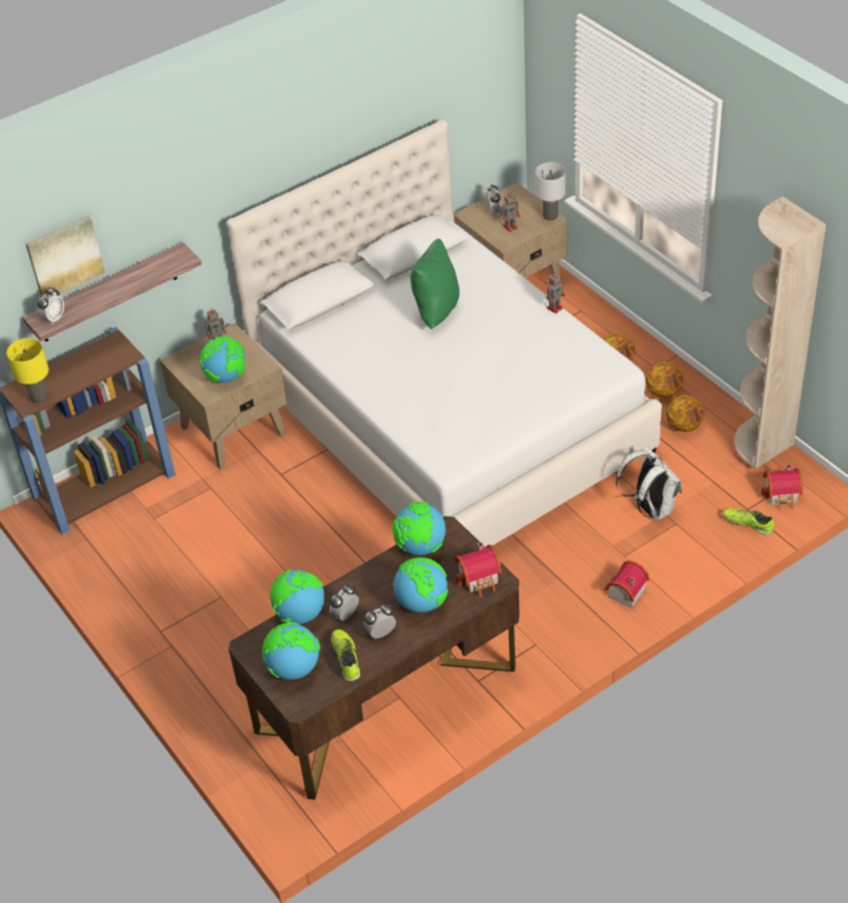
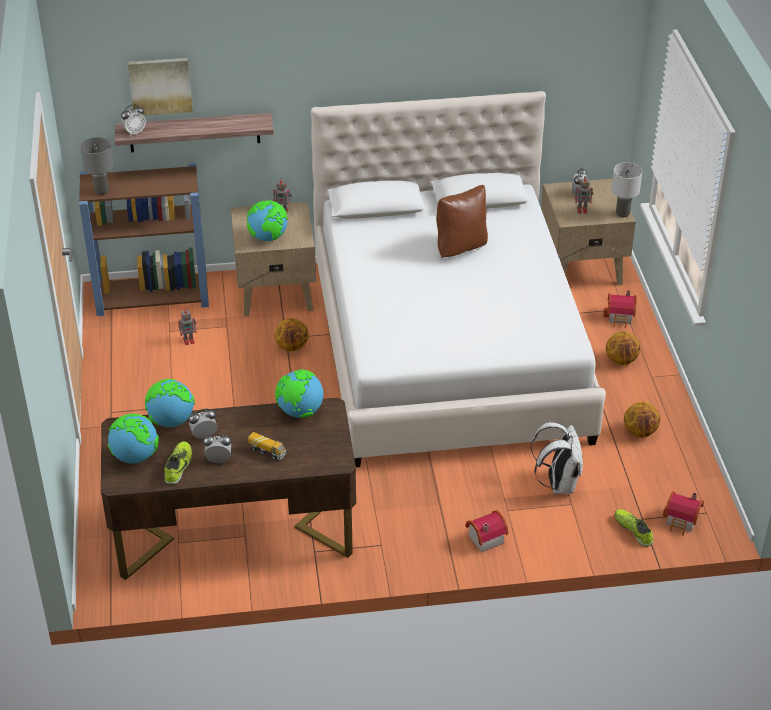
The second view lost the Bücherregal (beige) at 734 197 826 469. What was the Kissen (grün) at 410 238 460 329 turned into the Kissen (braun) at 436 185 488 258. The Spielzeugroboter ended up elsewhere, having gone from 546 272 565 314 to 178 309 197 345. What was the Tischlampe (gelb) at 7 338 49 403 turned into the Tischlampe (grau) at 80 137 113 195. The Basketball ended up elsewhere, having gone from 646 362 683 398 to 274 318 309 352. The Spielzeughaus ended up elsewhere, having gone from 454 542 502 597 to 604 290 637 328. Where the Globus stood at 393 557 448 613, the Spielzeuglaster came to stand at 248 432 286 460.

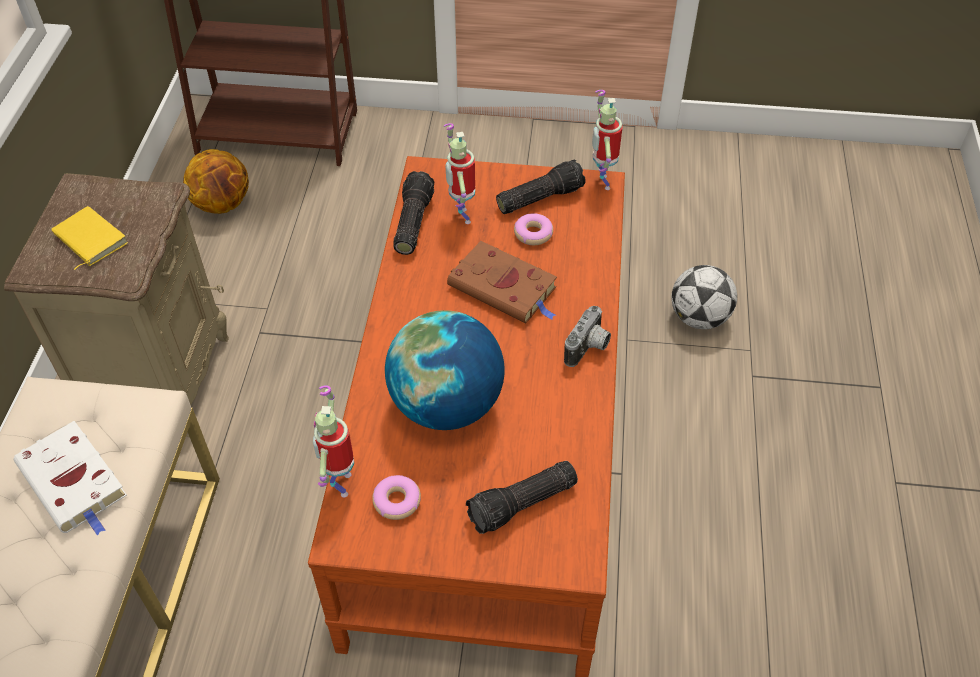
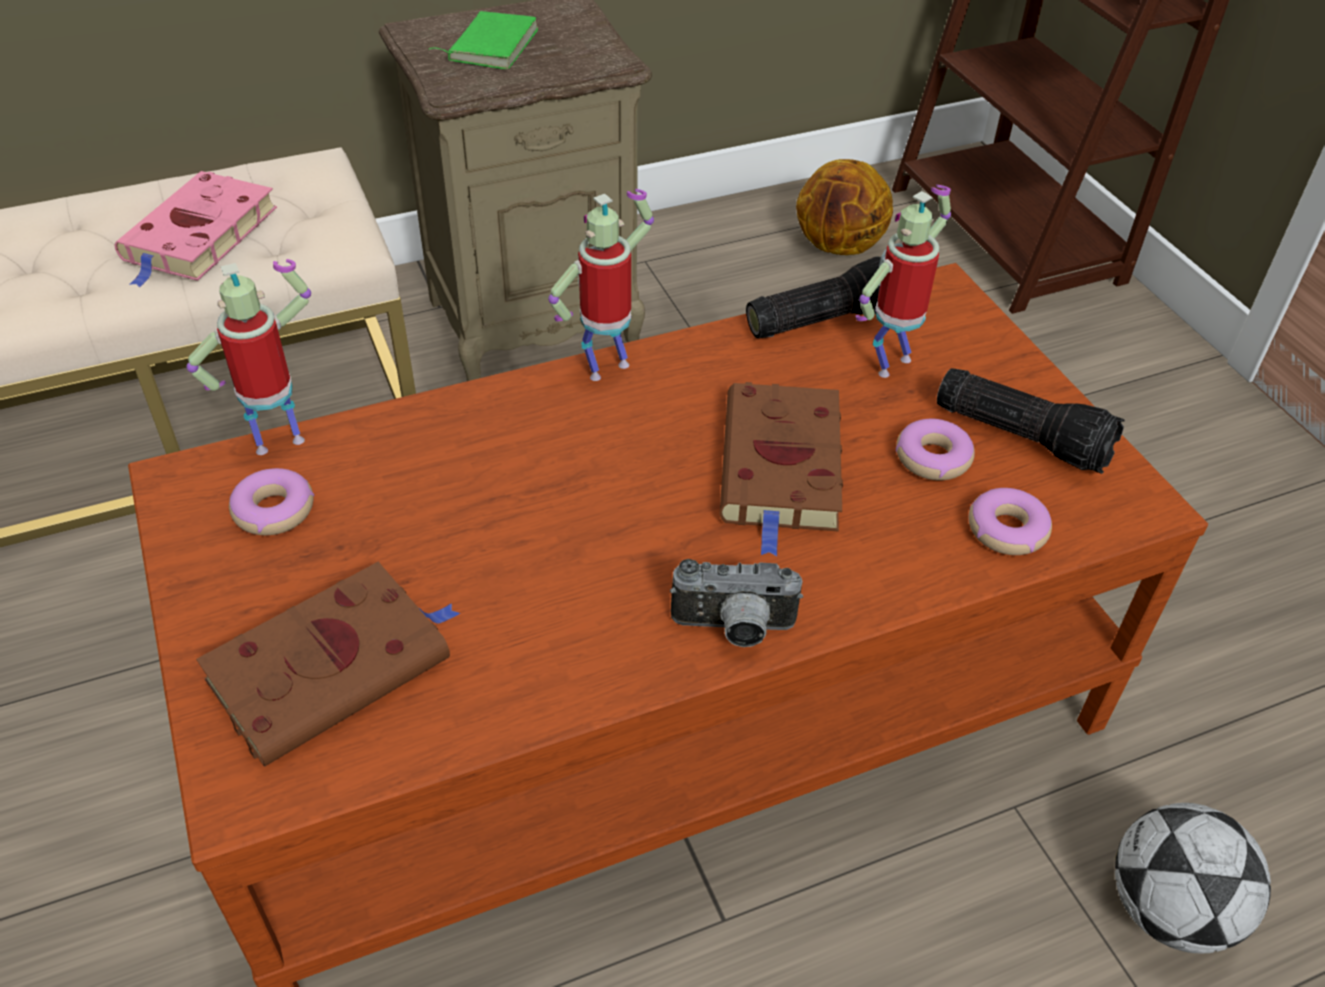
The Spielzeugroboter ended up elsewhere, having gone from 592 90 623 190 to 548 189 654 381. What was the Buch (gelb) at 51 206 128 270 turned into the Buch (grün) at 428 11 539 70. The second view lost the Globus at 385 310 505 430. What was the Buch (weiß) at 14 421 127 536 turned into the Buch (rosa) at 115 171 277 288. Where the Taschenlampe stood at 466 461 578 534, the Buch (braun) came to stand at 196 562 460 767. The second view gained the Donut at 969 488 1052 555.

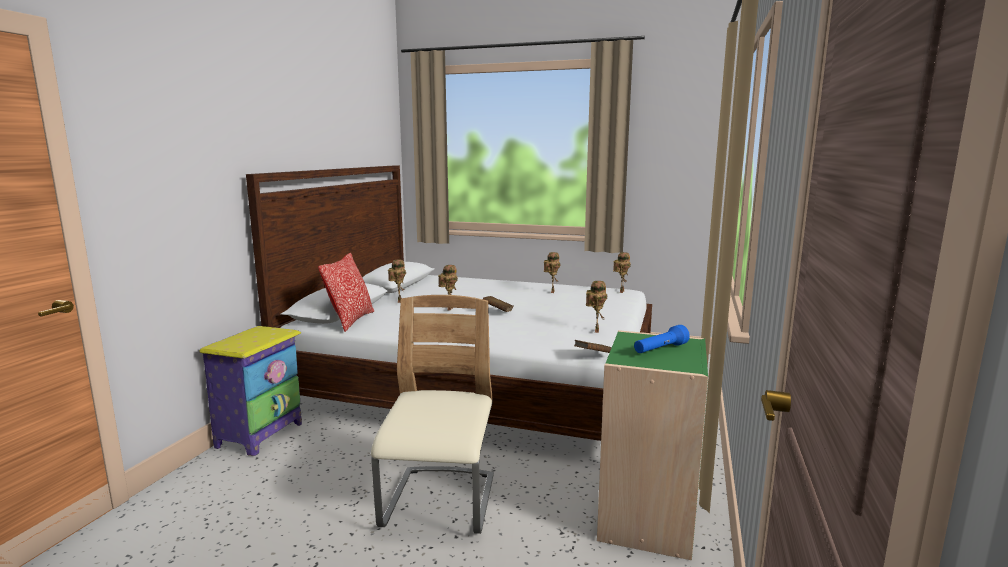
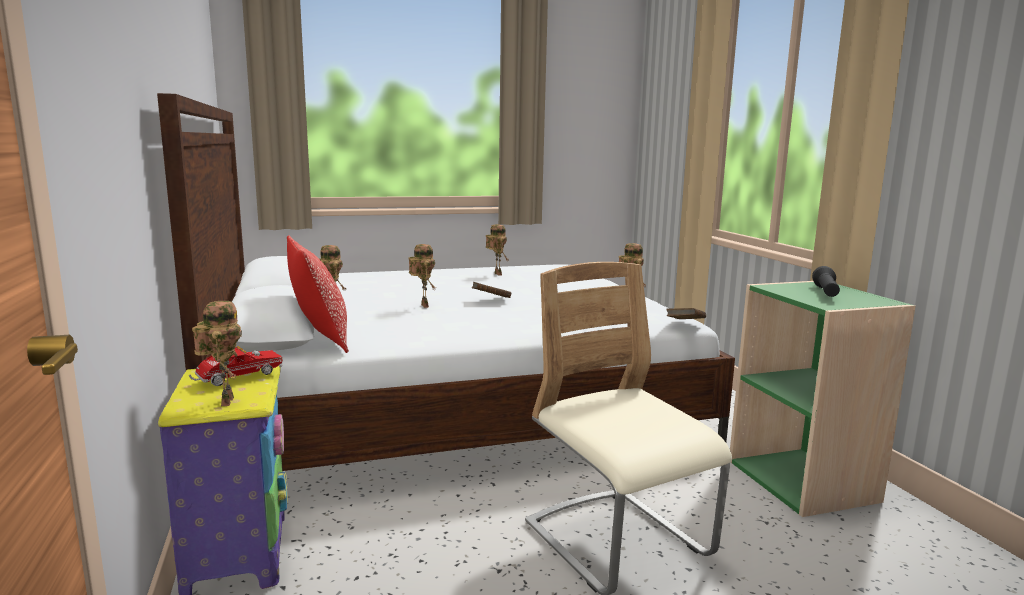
The Spielzeugroboter ended up elsewhere, having gone from 613 252 631 293 to 192 301 242 406. What was the Taschenlampe (blau) at 634 325 690 353 turned into the Taschenlampe (schwarz) at 812 266 840 297. The second view gained the Spielzeuglaster at 189 346 283 386.

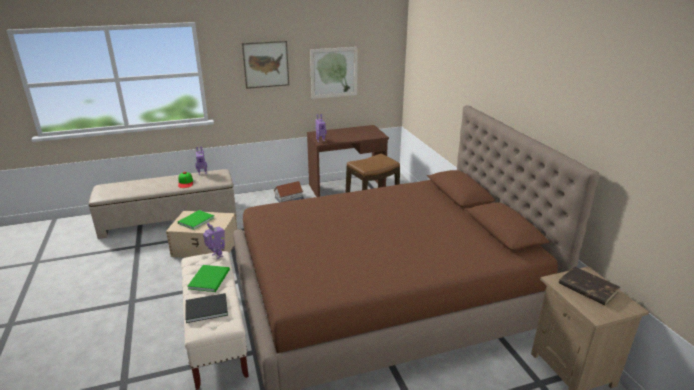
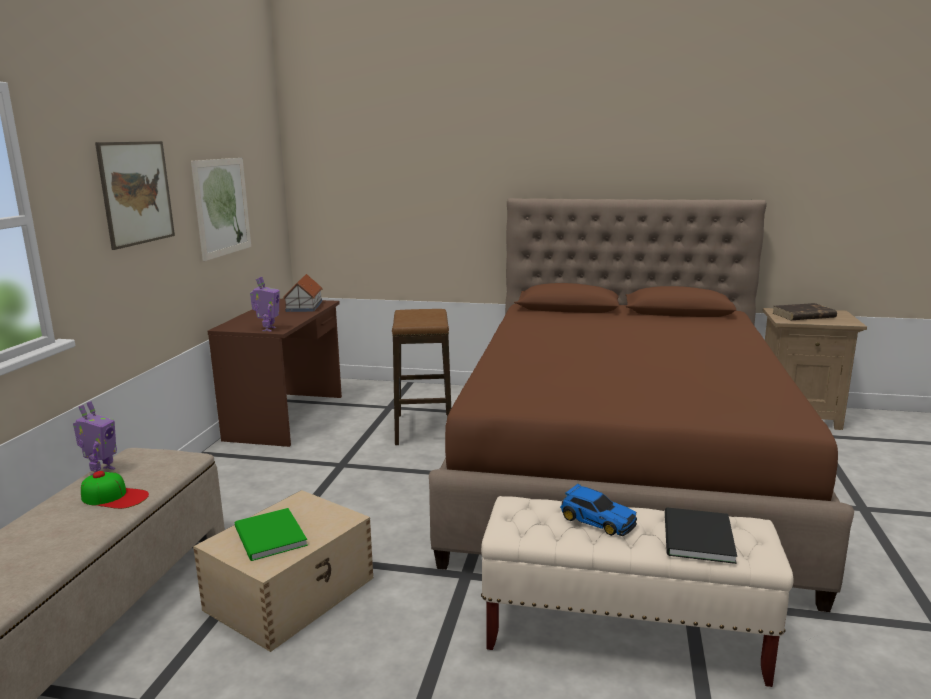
The Spielzeughaus ended up elsewhere, having gone from 274 181 303 202 to 283 274 323 312. The second view lost the Spielzeugroboter at 203 223 225 259. Where the Buch (grün) stood at 187 265 230 292, the Spielzeugauto came to stand at 560 483 637 536.

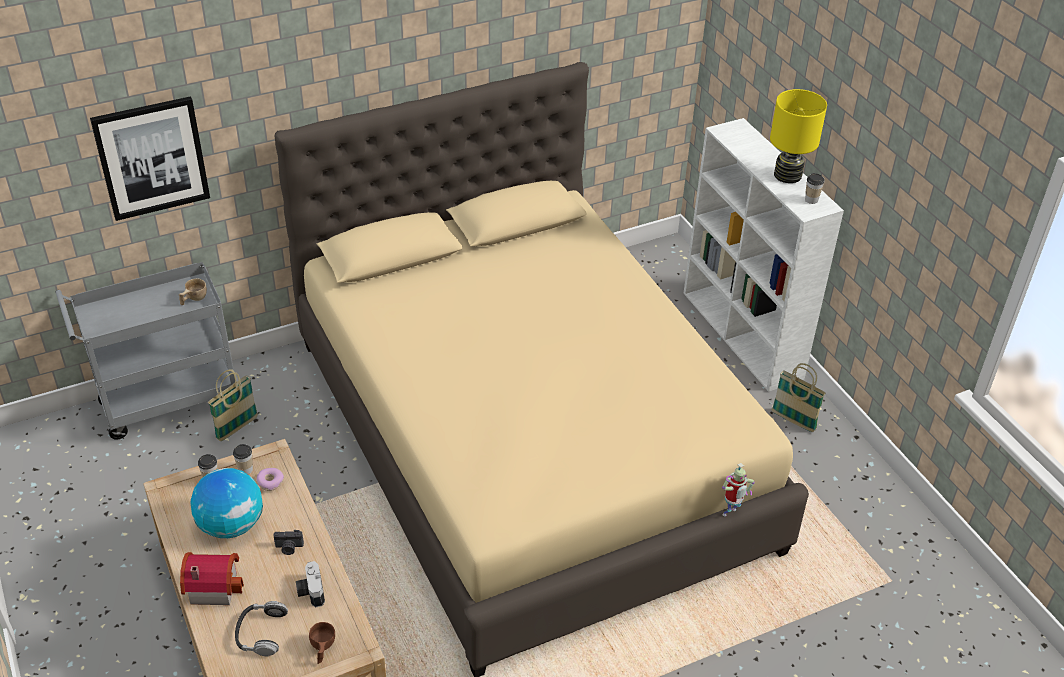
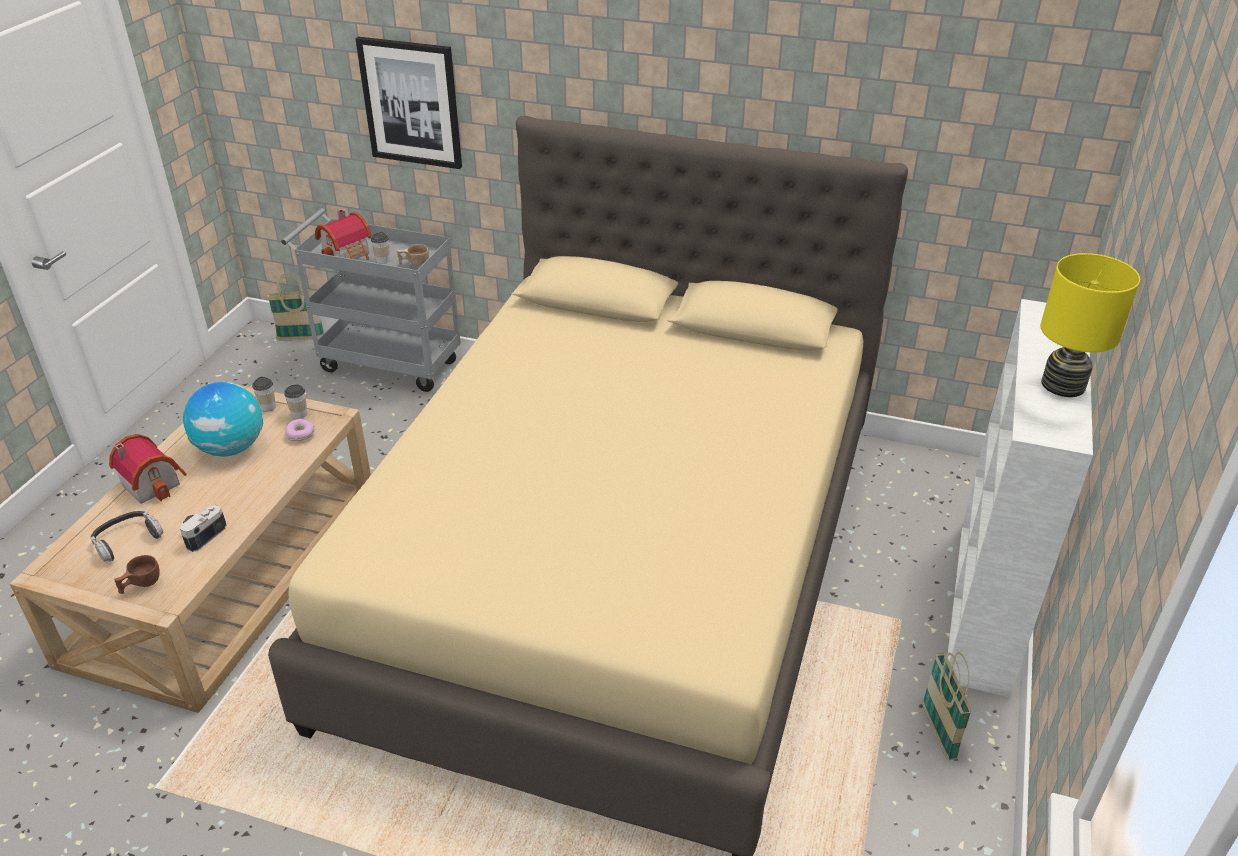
The Tasse ended up elsewhere, having gone from 805 173 824 204 to 371 232 390 264. The Korb ended up elsewhere, having gone from 208 369 258 441 to 267 273 325 341. The second view lost the Spielzeugroboter at 722 463 755 516. The second view lost the Kamera at 273 530 304 555. The second view gained the Spielzeughaus at 315 209 372 260.

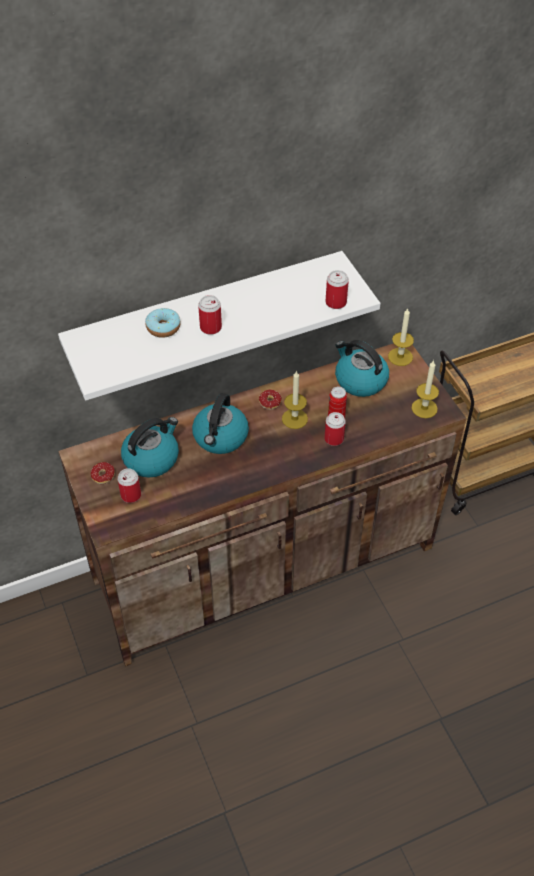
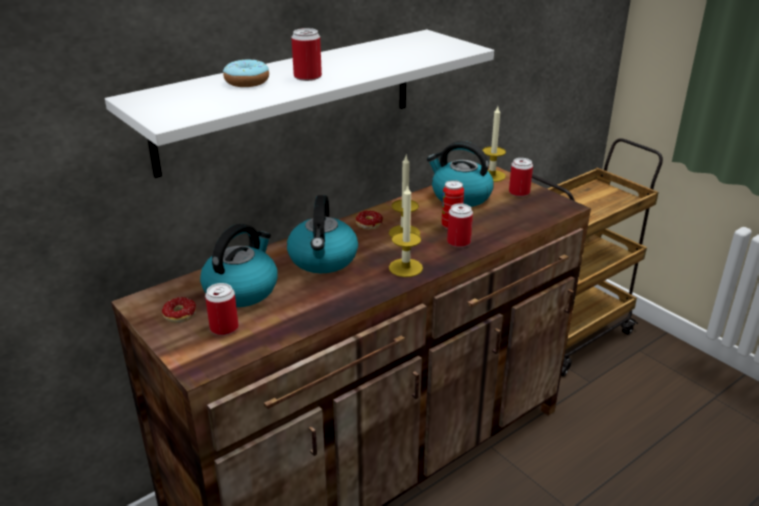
The Dose ended up elsewhere, having gone from 325 270 349 309 to 509 158 533 197. The Kerze ended up elsewhere, having gone from 411 360 439 418 to 389 184 423 277.

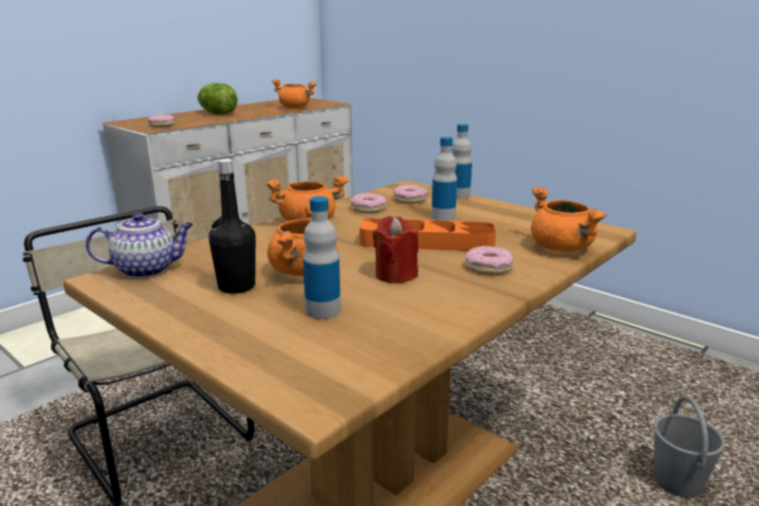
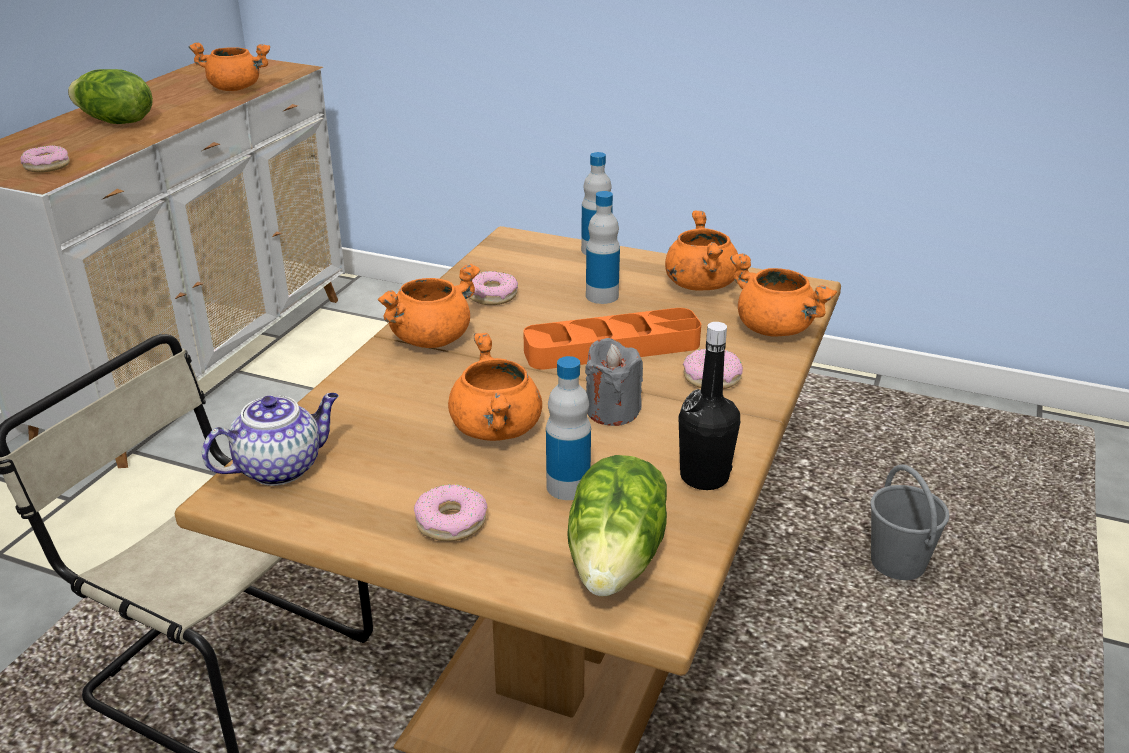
The Flasche (schwarz) ended up elsewhere, having gone from 209 159 256 294 to 679 322 740 490. The Donut ended up elsewhere, having gone from 393 185 428 204 to 414 484 487 541. What was the Kerze (rot) at 373 216 418 283 turned into the Kerze (grau) at 585 338 643 426. The second view gained the Kochtopf (orange) at 665 210 738 291. The second view gained the Salatkopf at 567 455 667 596.

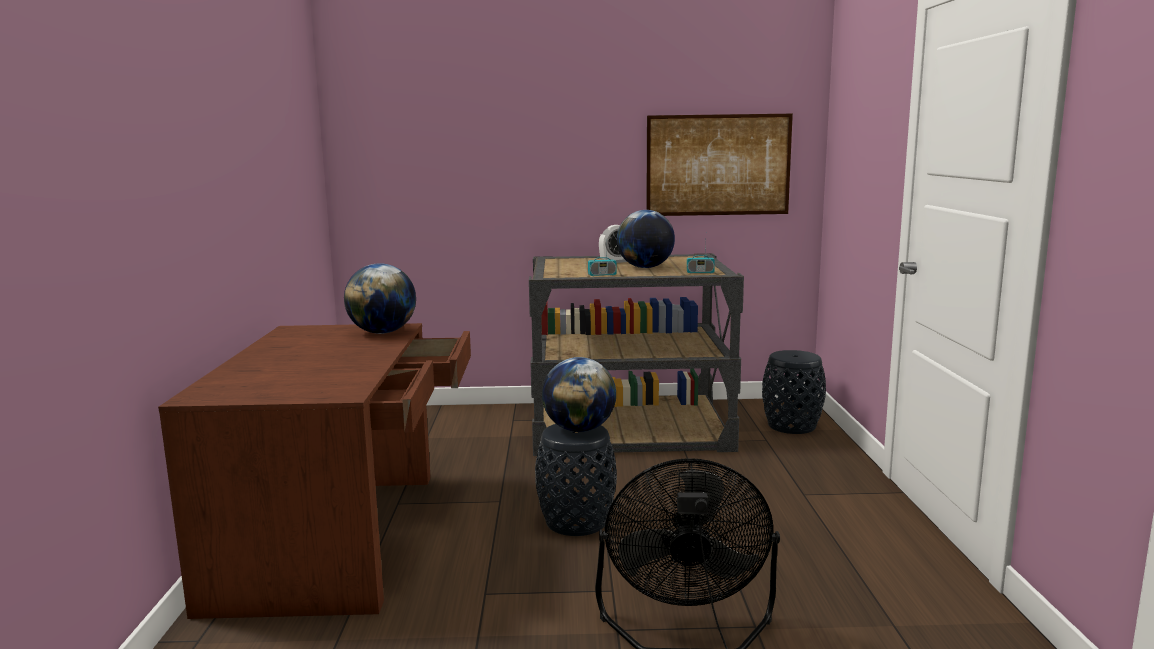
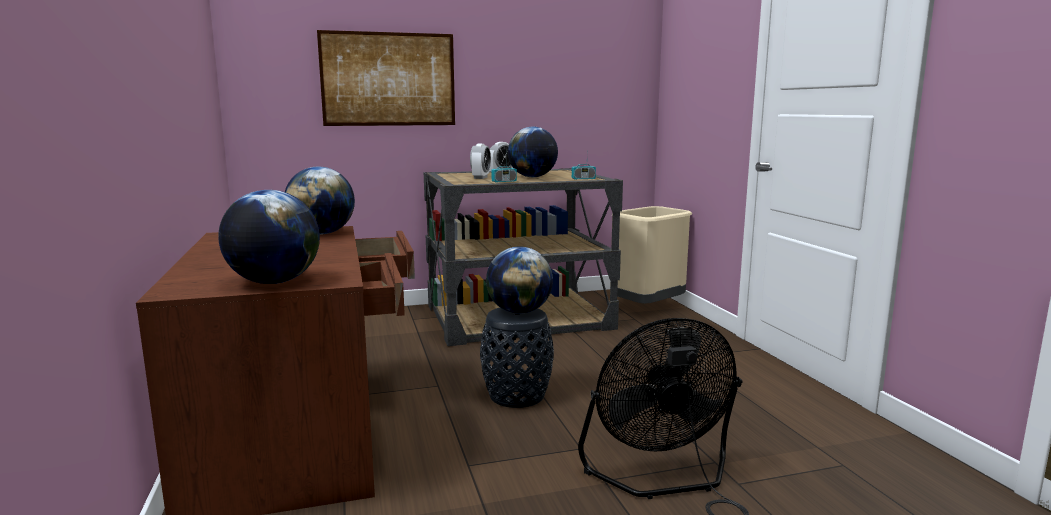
The Bild ended up elsewhere, having gone from 646 114 793 216 to 317 30 455 126. Where the Hocker (schwarz) stood at 762 350 826 434, the Mülleimer (beige) came to stand at 617 206 692 304. The second view gained the Wecker at 470 144 491 179. The second view gained the Globus at 218 190 320 284.

